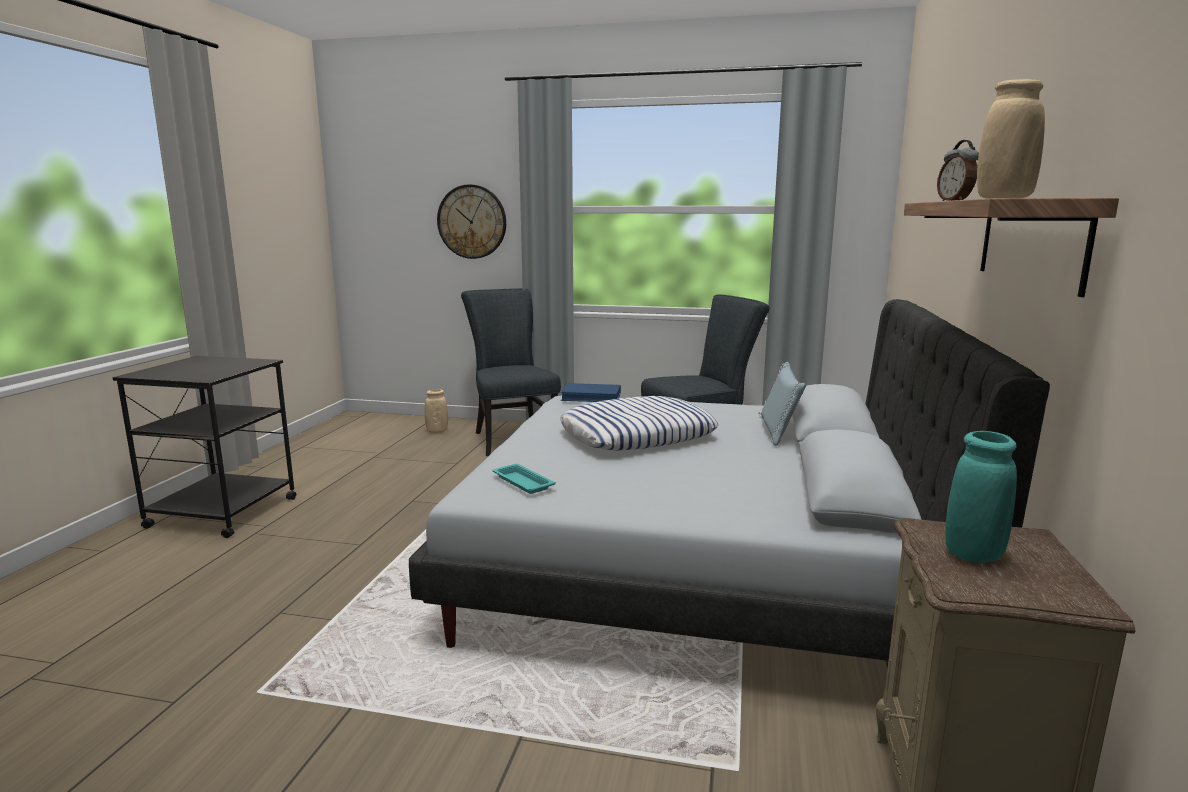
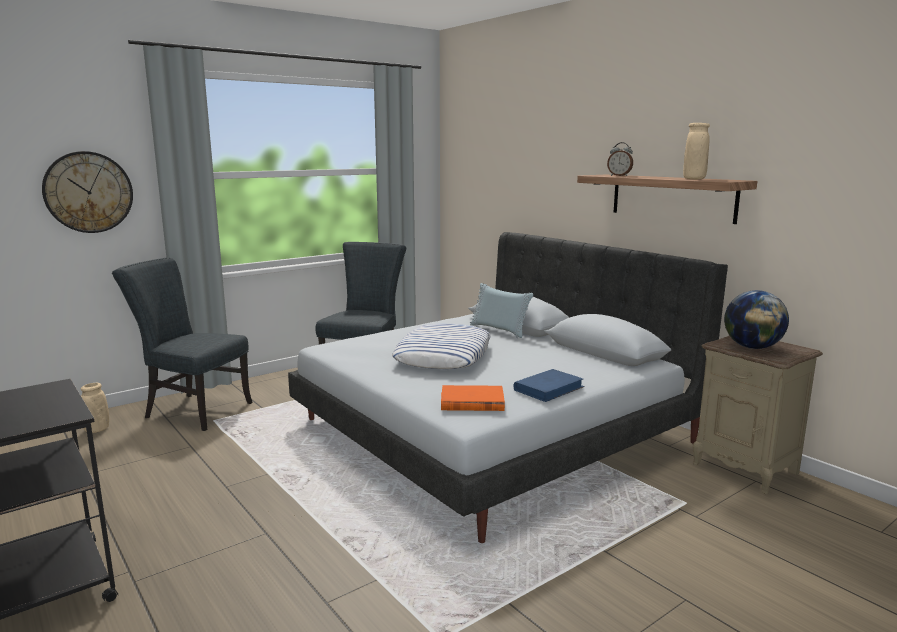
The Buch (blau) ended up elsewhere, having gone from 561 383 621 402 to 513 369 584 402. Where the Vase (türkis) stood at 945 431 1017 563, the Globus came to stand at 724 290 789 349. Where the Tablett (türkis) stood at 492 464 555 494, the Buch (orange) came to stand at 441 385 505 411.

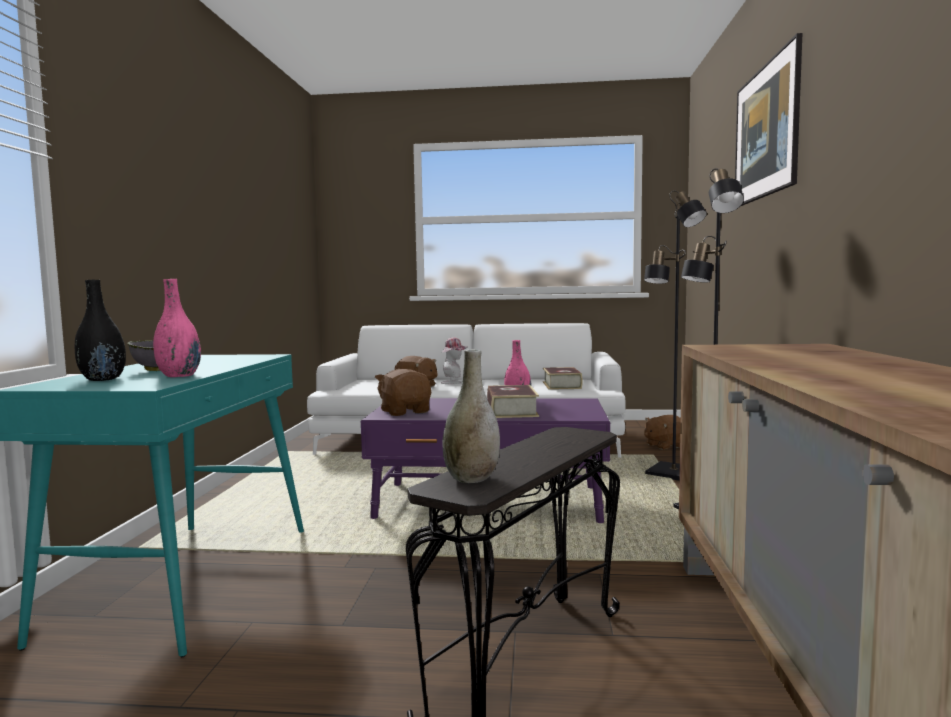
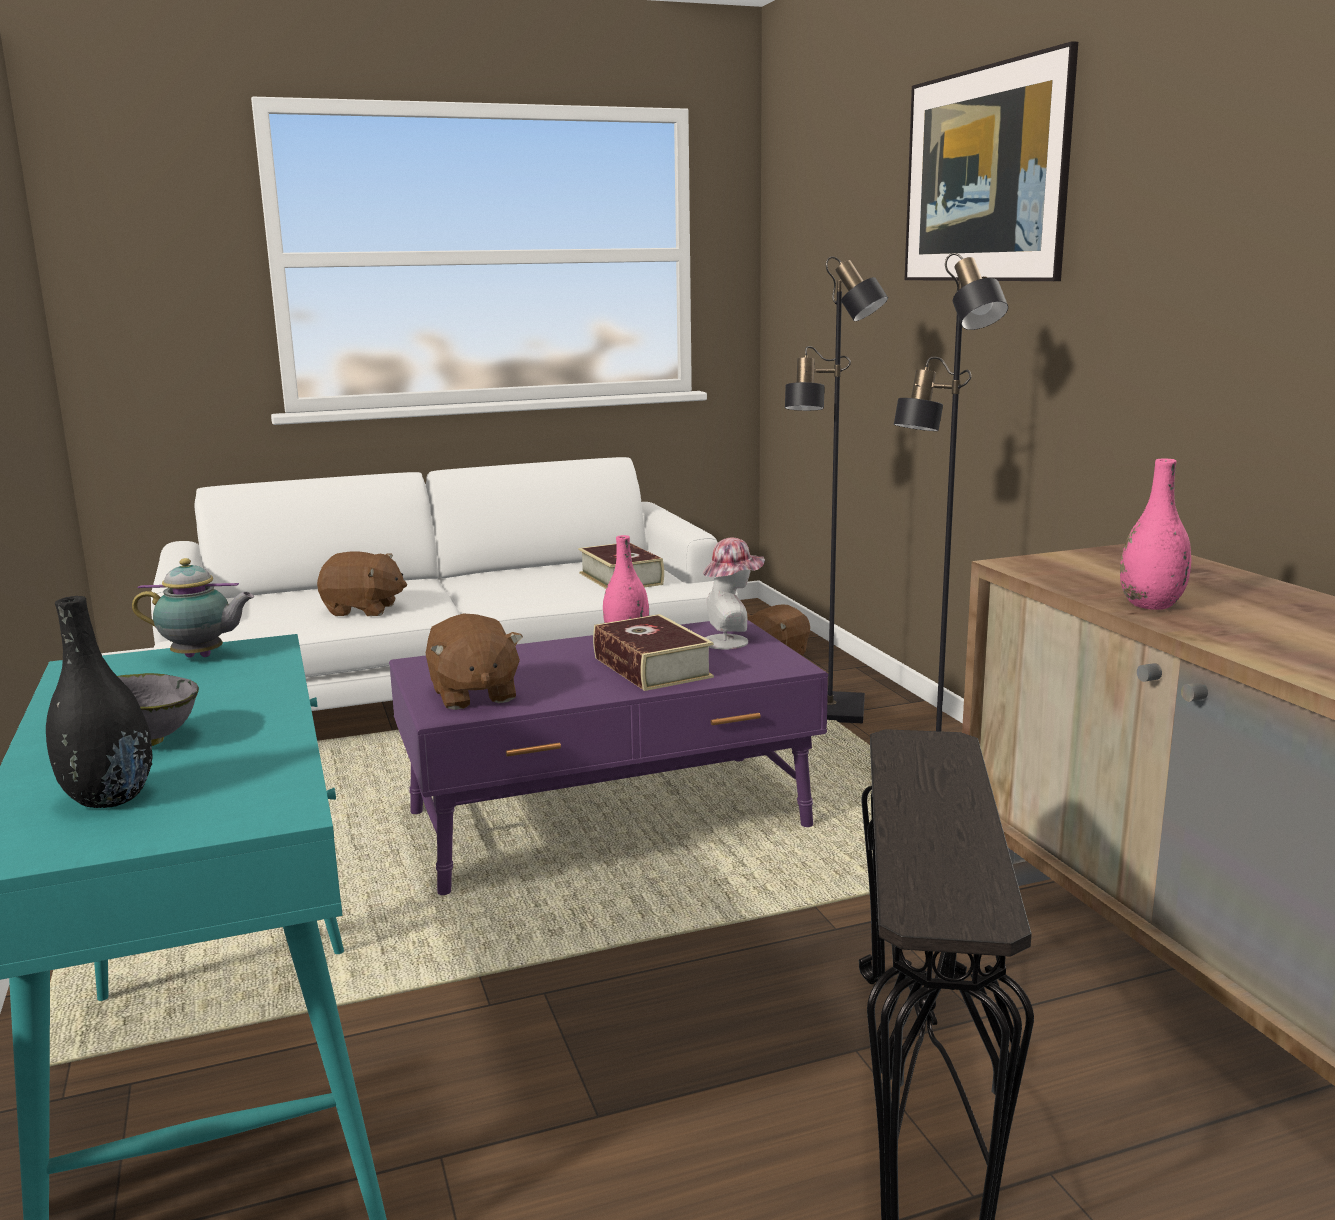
The Vase (rosa) ended up elsewhere, having gone from 153 279 201 377 to 1120 459 1191 610. The Hut ended up elsewhere, having gone from 441 337 467 384 to 703 537 765 649. The second view lost the Vase (grau) at 442 349 500 483. The Plüschtier (braun) at 375 369 431 416 ended up facing another way, 150 degrees counterclockwise from before. The second view gained the Teekanne at 132 558 255 658.

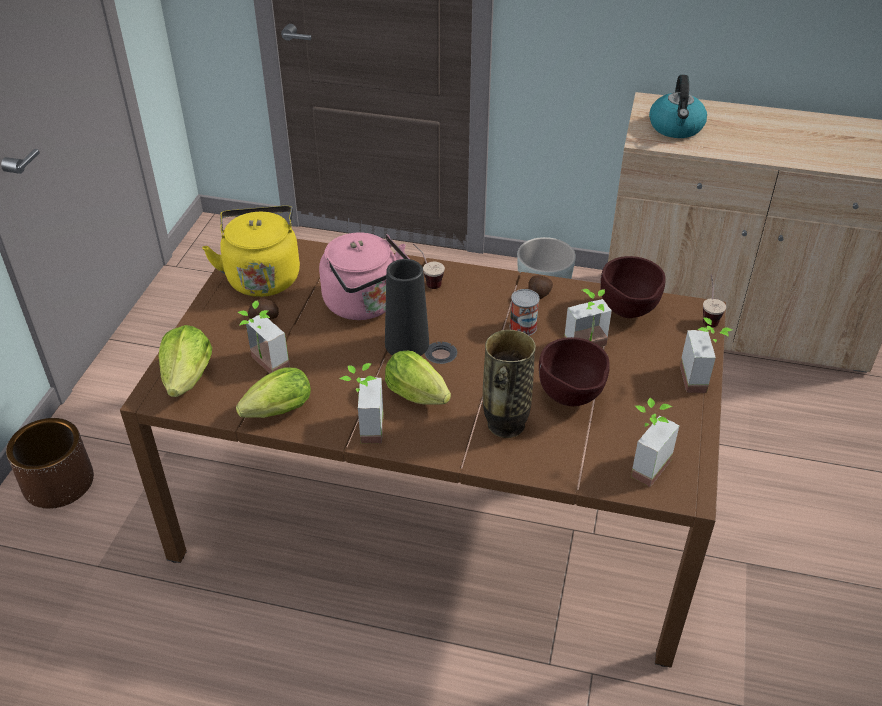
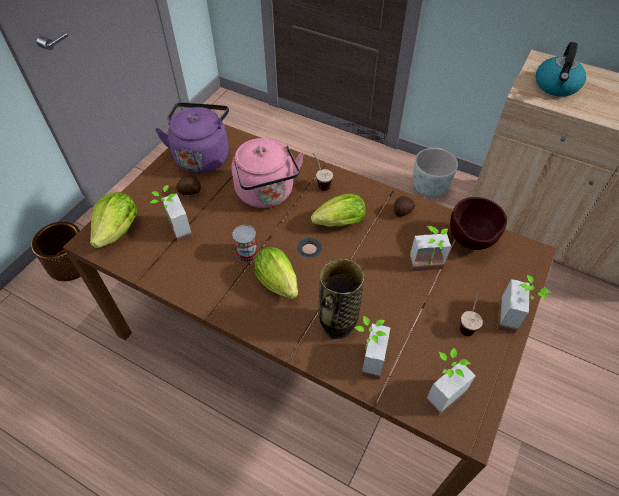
What was the Wasserkessel (gelb) at 202 206 300 297 turned into the Wasserkessel (lila) at 155 102 229 174. The second view lost the Vase (schwarz) at 385 259 429 356. The Tasse ended up elsewhere, having gone from 703 274 726 327 to 460 289 483 336. The Dose ended up elsewhere, having gone from 510 289 539 336 to 232 225 258 262. The second view lost the Schüssel (braun) at 539 337 610 406. The Topfpflanze ended up elsewhere, having gone from 340 363 383 444 to 354 316 390 380. The Salatkopf ended up elsewhere, having gone from 236 367 311 418 to 311 193 366 227.

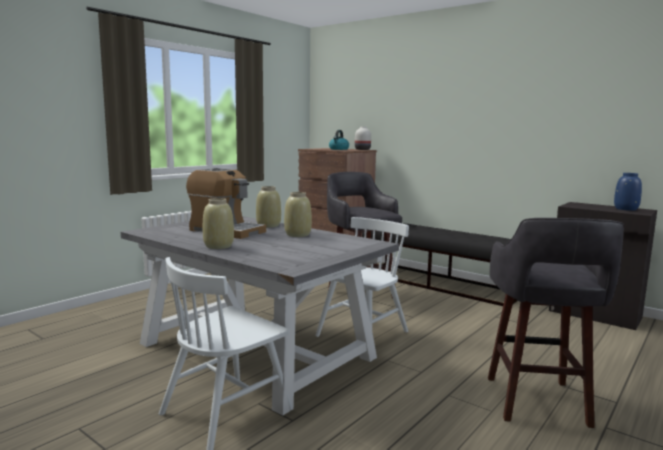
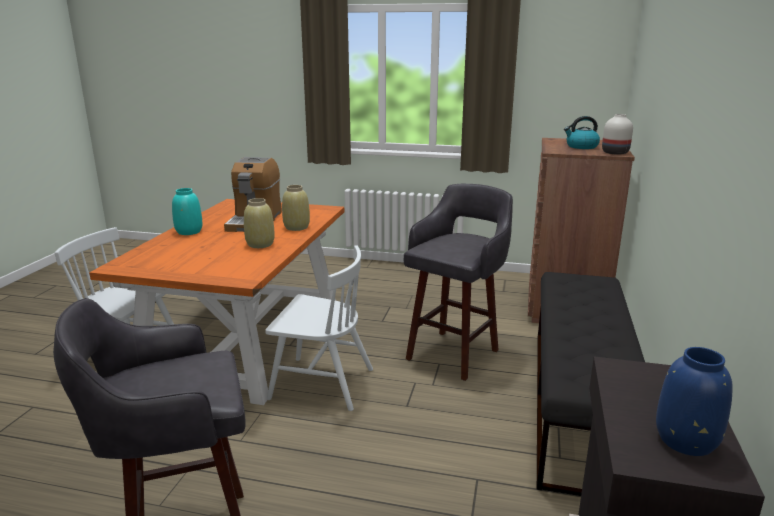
What was the Vase (beige) at 203 198 234 249 turned into the Vase (türkis) at 172 188 202 235. What was the Esstisch (grau) at 121 216 399 415 turned into the Esstisch (orange) at 89 199 344 405.

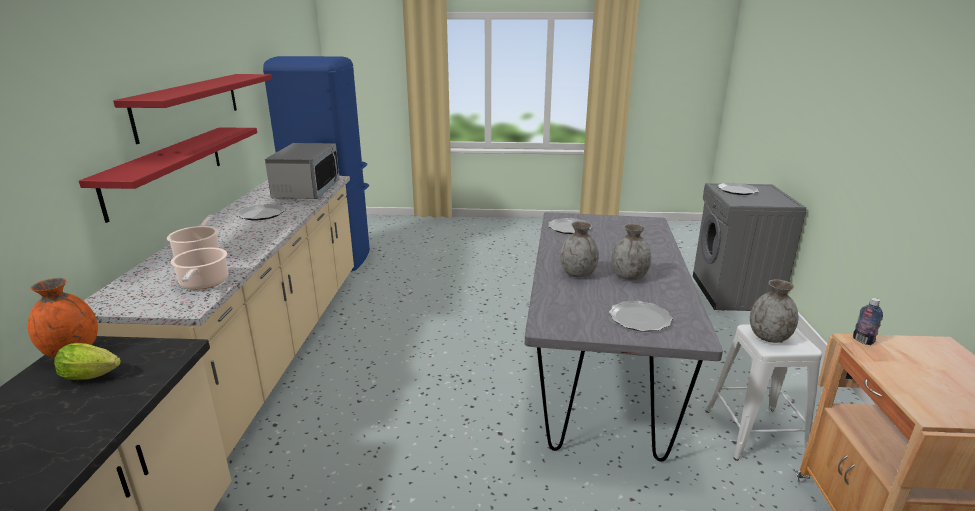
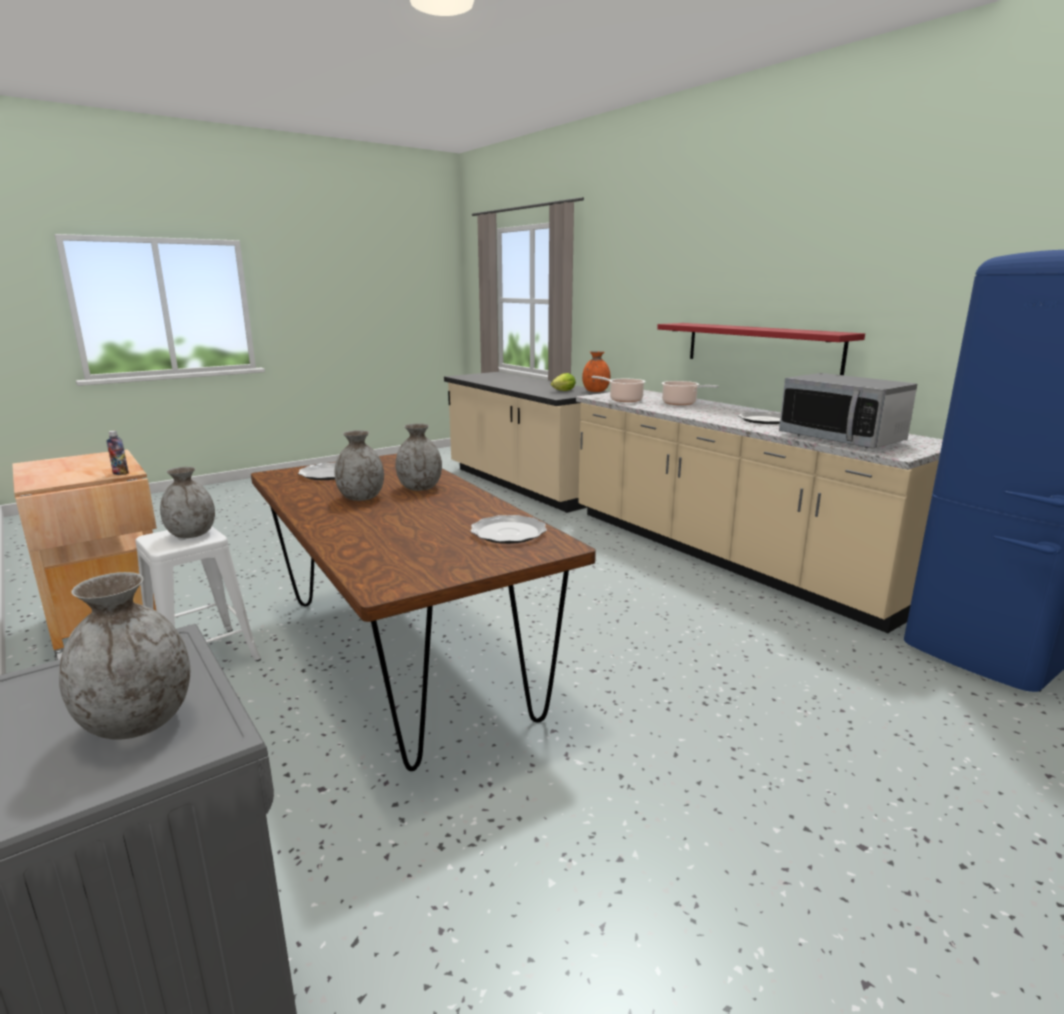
The second view lost the Wandregal (rot) at 113 74 272 144. Where the Teller stood at 718 183 759 195, the Vase (grau) came to stand at 59 572 190 740. What was the Esstisch (grau) at 525 212 723 462 turned into the Esstisch (braun) at 251 454 596 771.

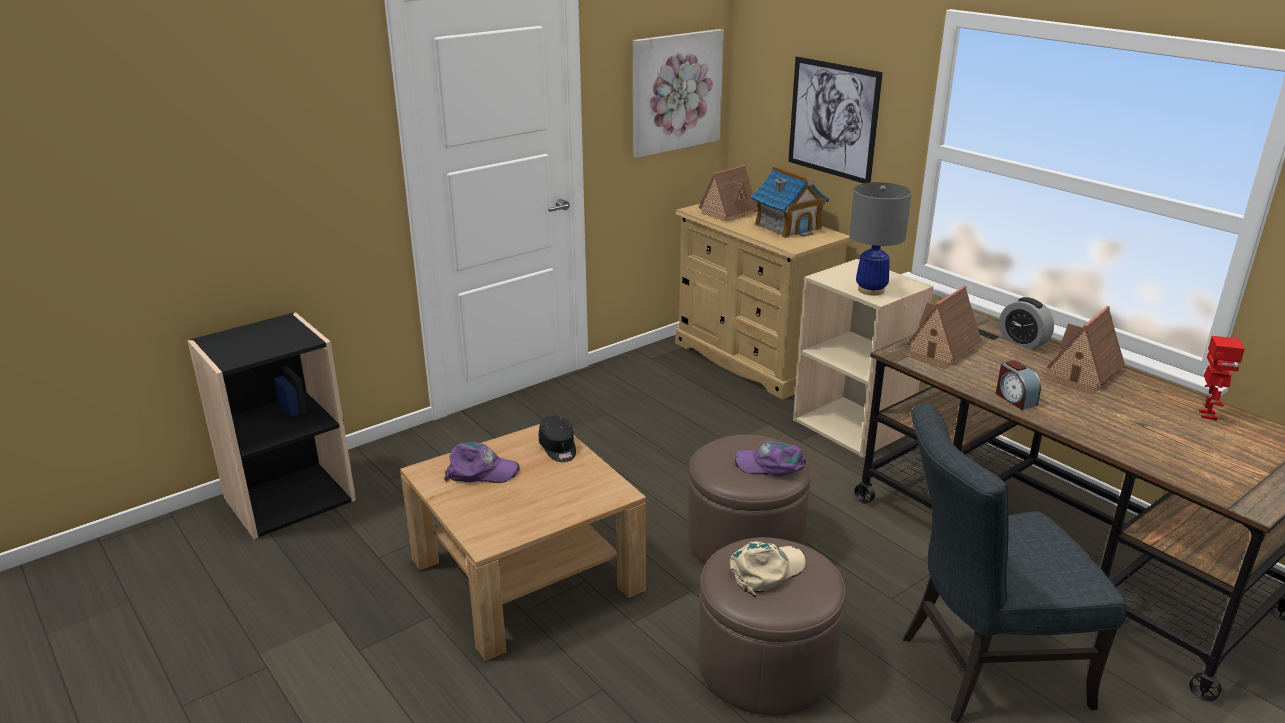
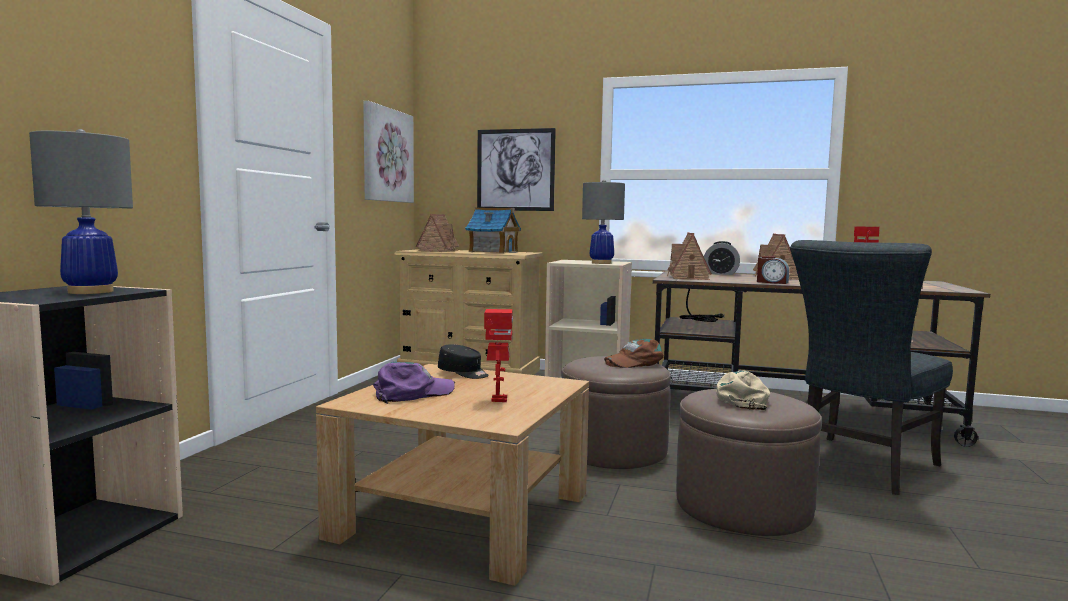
What was the Kappe (lila) at 734 440 806 477 turned into the Kappe (braun) at 604 339 664 368. The second view gained the Tischlampe (grau) at 29 129 133 294. The second view gained the Spielzeugroboter at 484 309 513 402.

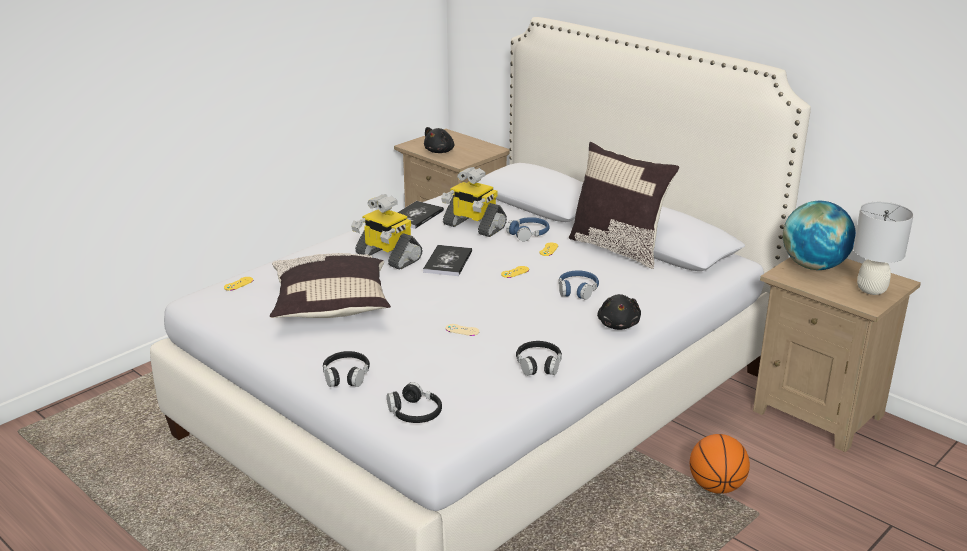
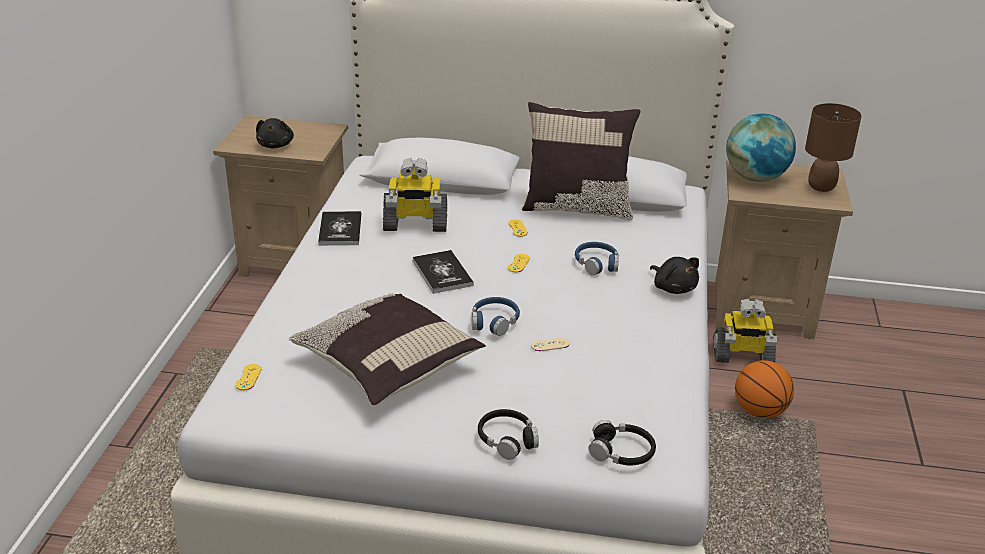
The Spielzeugroboter ended up elsewhere, having gone from 351 194 422 270 to 713 299 777 363. What was the Tischlampe (grau) at 853 202 914 295 turned into the Tischlampe (braun) at 805 103 862 192. The Kopfhörer (blau) ended up elsewhere, having gone from 506 217 549 241 to 472 297 520 336. The second view lost the Kopfhörer (schwarz) at 516 341 562 376.

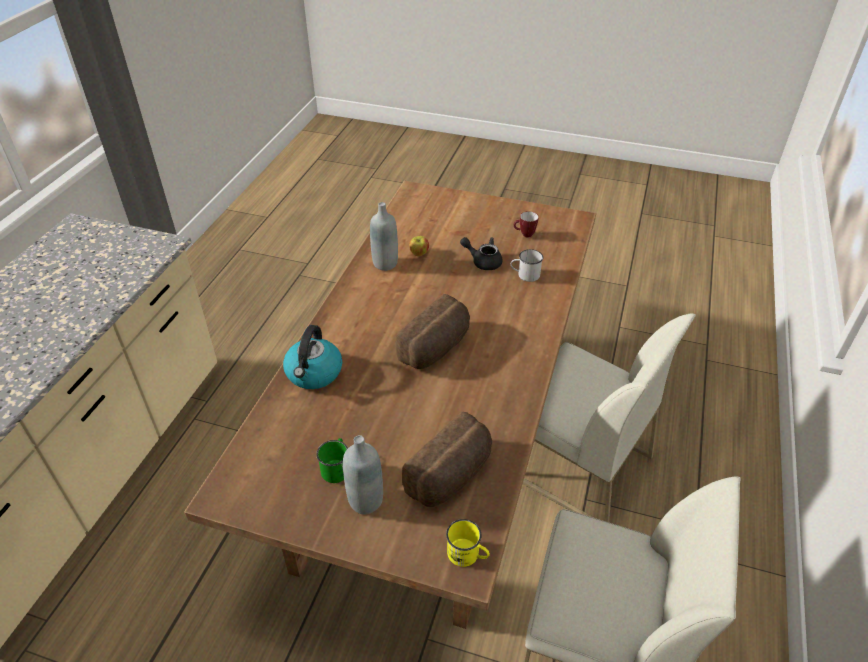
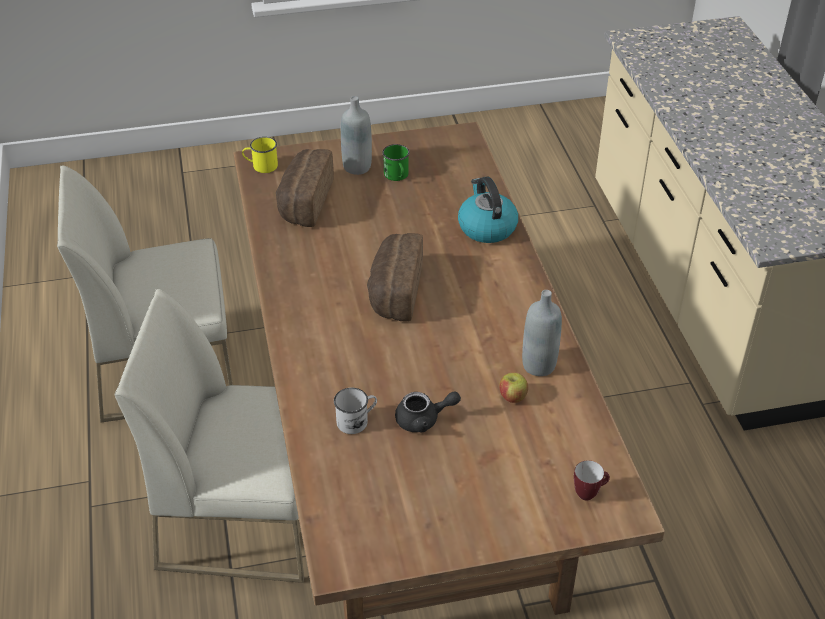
The Henkelbecher ended up elsewhere, having gone from 514 211 539 238 to 574 460 610 501.

